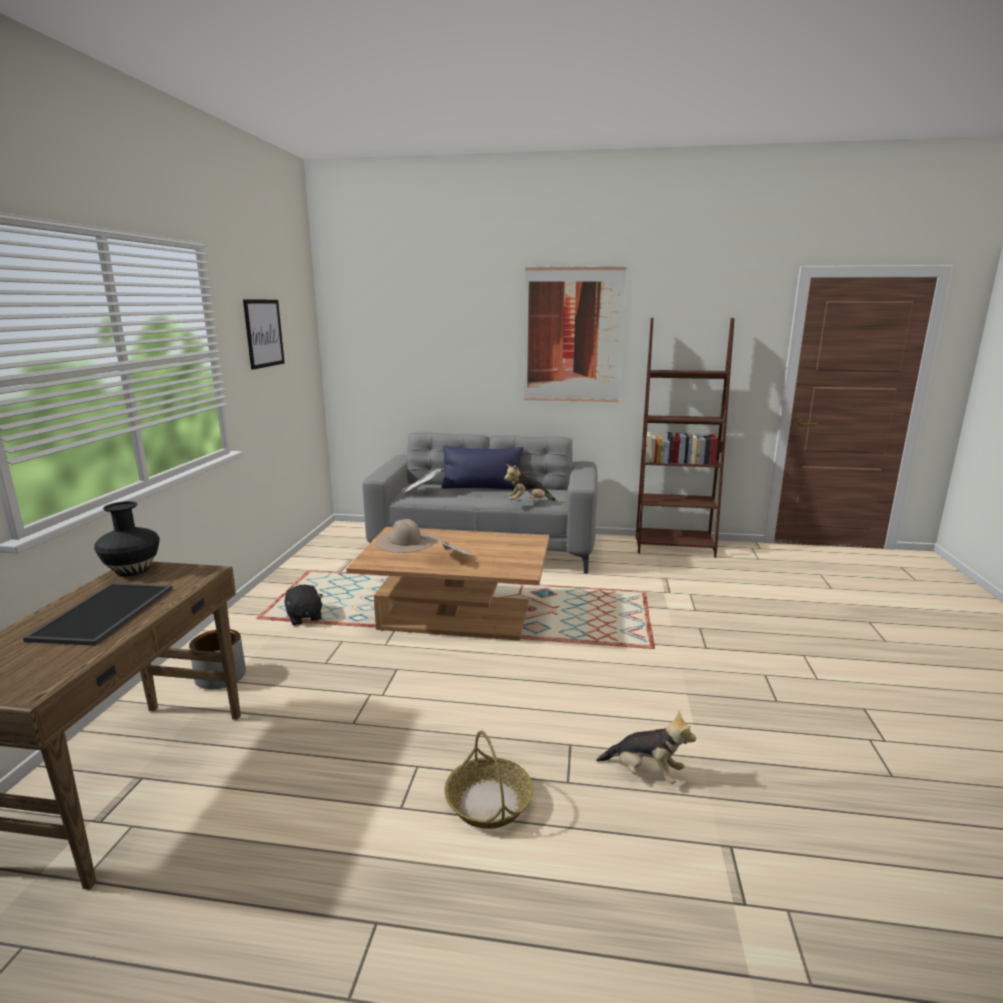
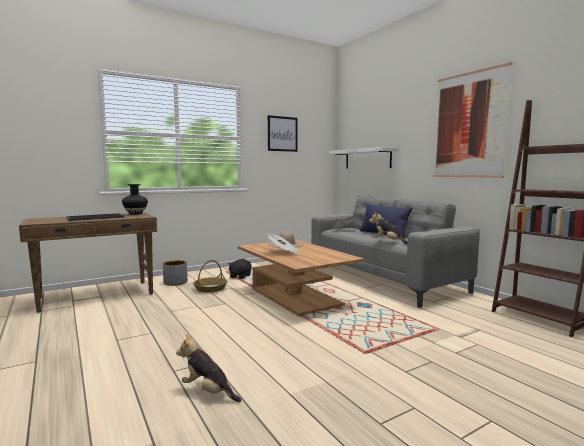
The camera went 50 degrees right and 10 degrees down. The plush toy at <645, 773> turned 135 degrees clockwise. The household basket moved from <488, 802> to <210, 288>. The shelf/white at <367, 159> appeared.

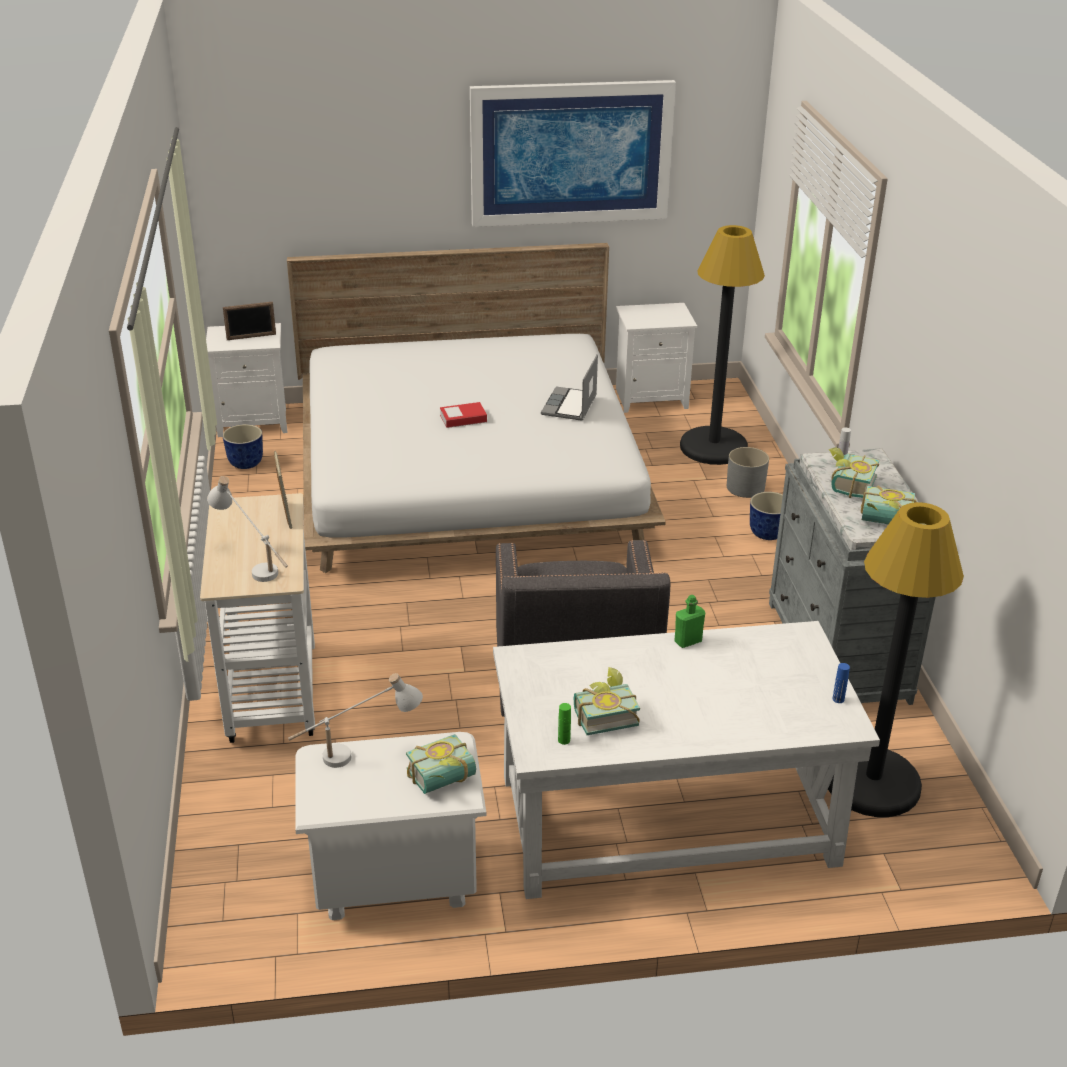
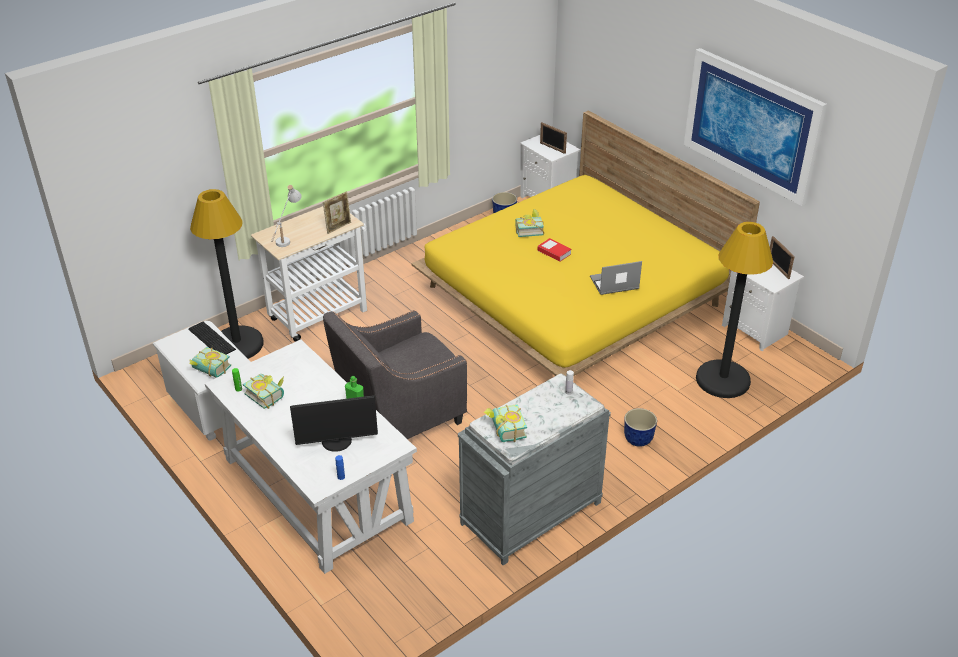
The camera went 60 degrees right and 5 degrees up. The table lamp/white at <358, 755> was replaced by the computer keyboard at <212, 338>. The standing lamp/blackish moved from <872, 783> to <237, 344>. The computer display at <337, 442> appeared. The bedroom bed/white at <469, 477> became the bedroom bed/yellow at <573, 295>. The book moved from <847, 485> to <528, 230>. The photo frame at <778, 268> appeared. The plant pot/greyish at <745, 487> disappeared.

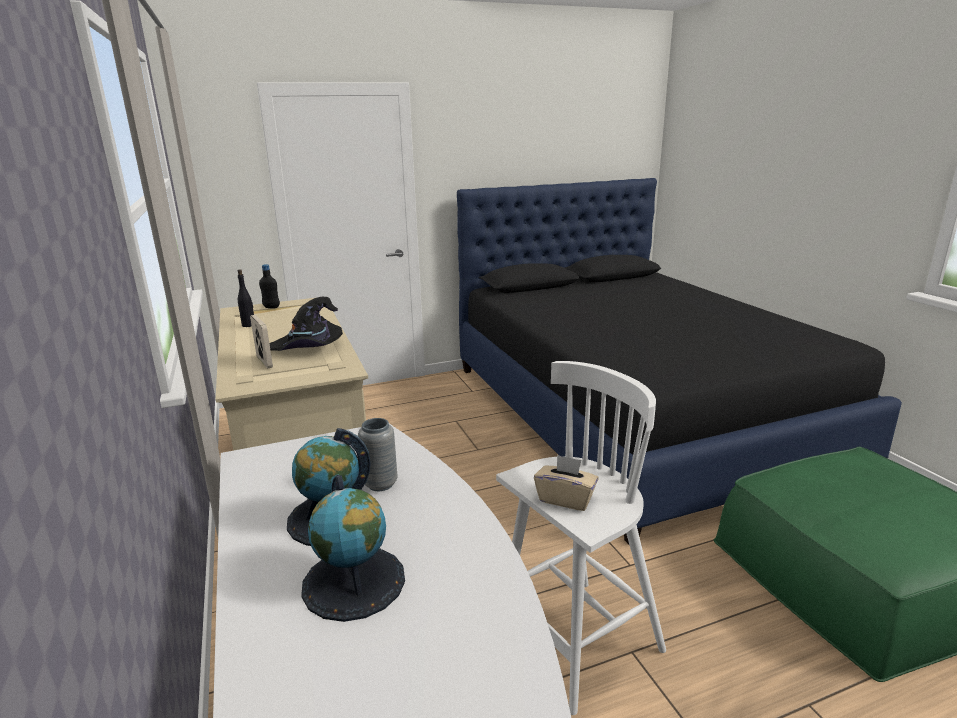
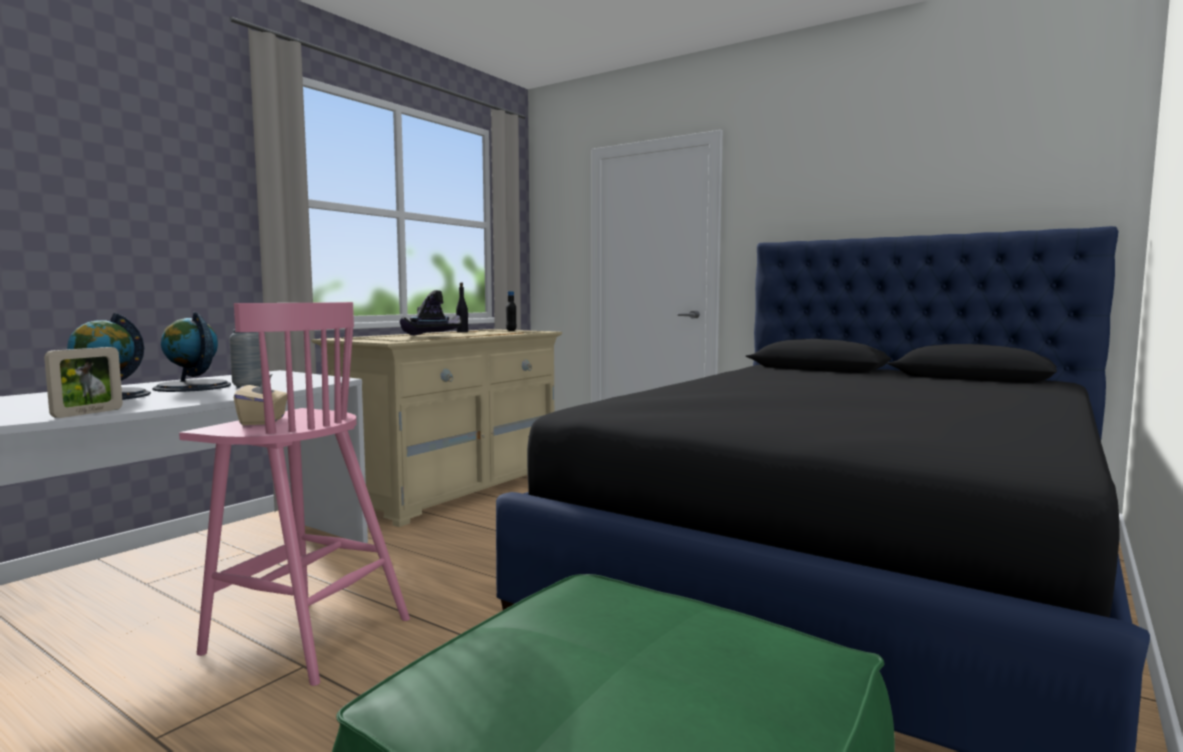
The camera went 55 degrees right and 15 degrees down. The photo frame moved from <264, 362> to <88, 413>. The stool/white at <575, 644> became the stool/pink at <302, 634>.

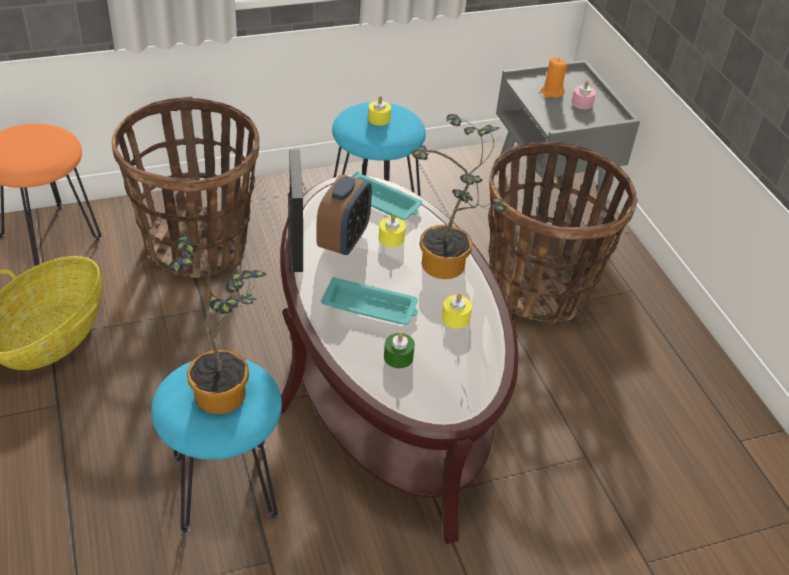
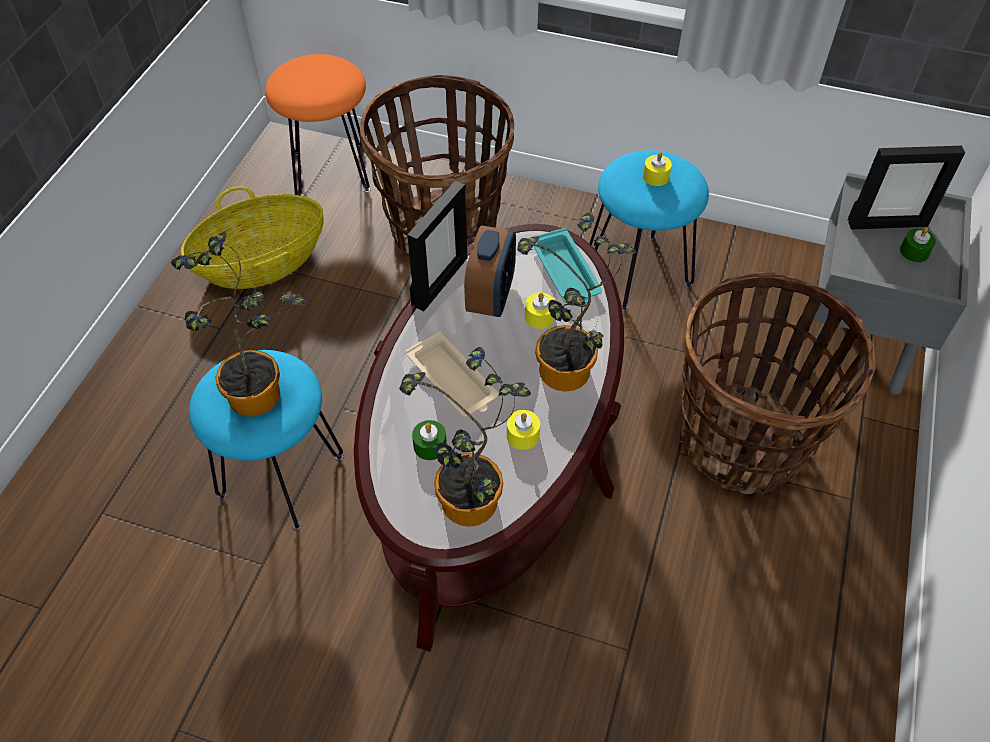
The camera went 40 degrees right and 10 degrees up. The plant in a pot at <470, 510> appeared. The tray/turquoise at <371, 307> became the tray/sand-coloured at <453, 380>. The table clock at <343, 241> turned 45 degrees counterclockwise. The wax light/orange at <551, 92> was replaced by the photo frame at <887, 223>. The wax light/pink at <582, 103> became the wax light/green-coloured at <914, 251>.

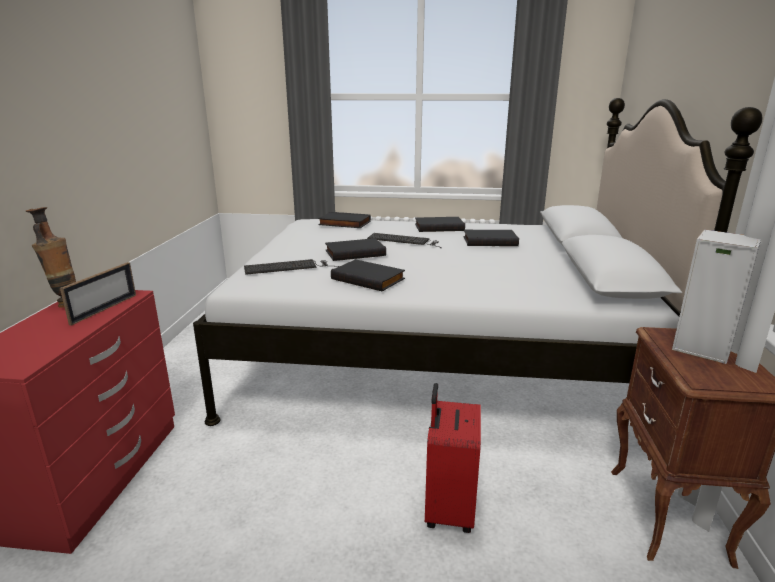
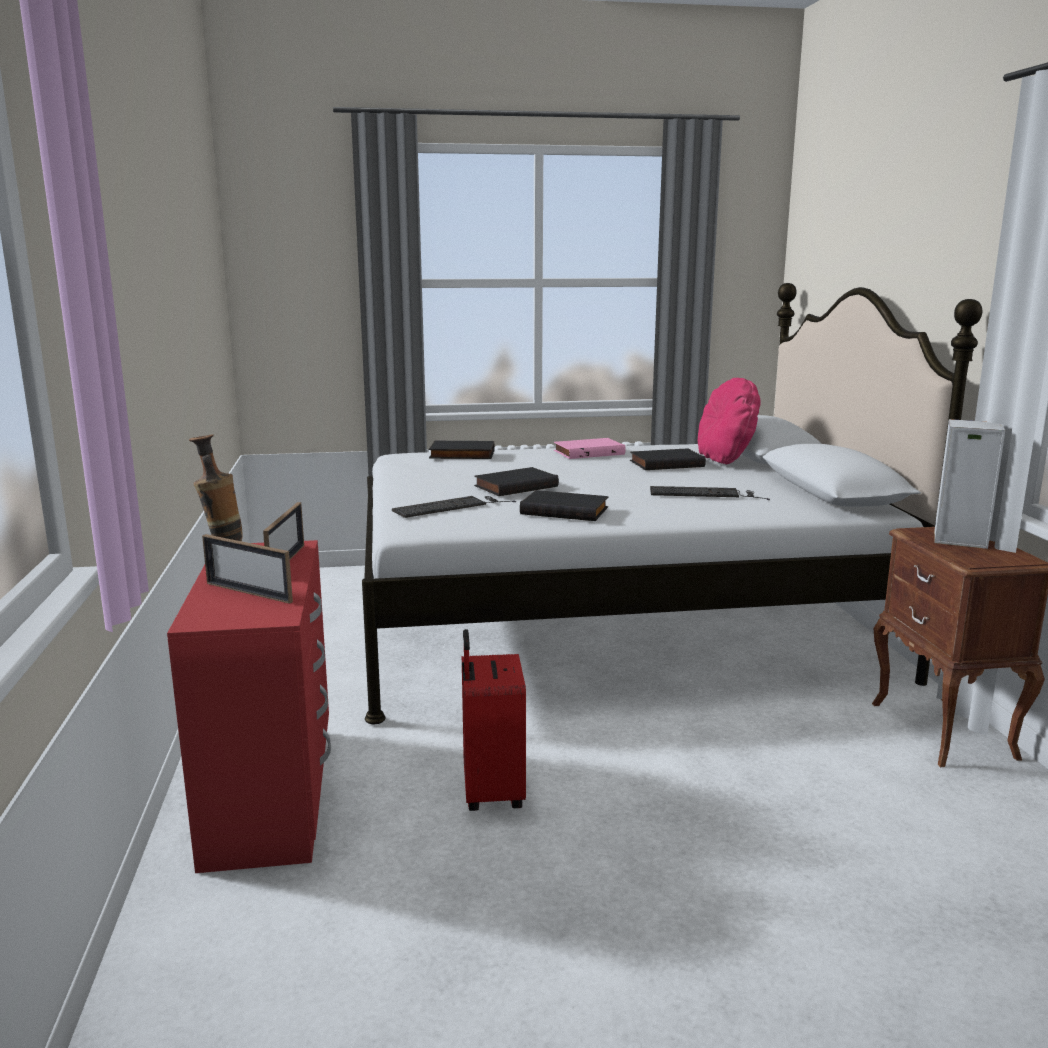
The camera went 15 degrees left and 5 degrees down. The photo frame at <248, 592> appeared. The piece of luggage/red moved from <448, 509> to <490, 792>. The book/blackish at <439, 227> became the book/pink at <588, 452>. The computer keyboard moved from <405, 240> to <705, 493>. The pillow/pink at <725, 461> appeared.

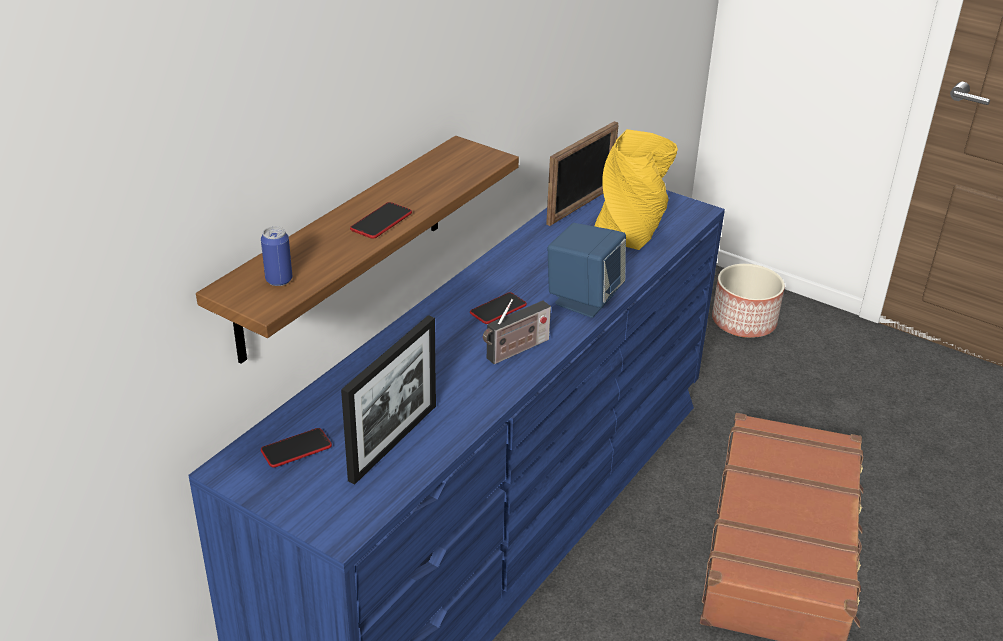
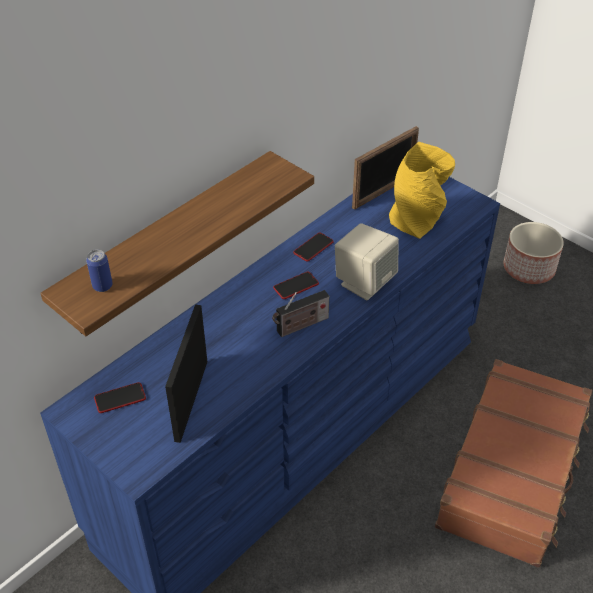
The camera went 10 degrees right and 10 degrees up. The photo frame at <393, 442> turned 150 degrees clockwise. The telephone moved from <381, 221> to <313, 247>. The speaker/bluish at <583, 299> became the speaker/sand-coloured at <364, 282>.

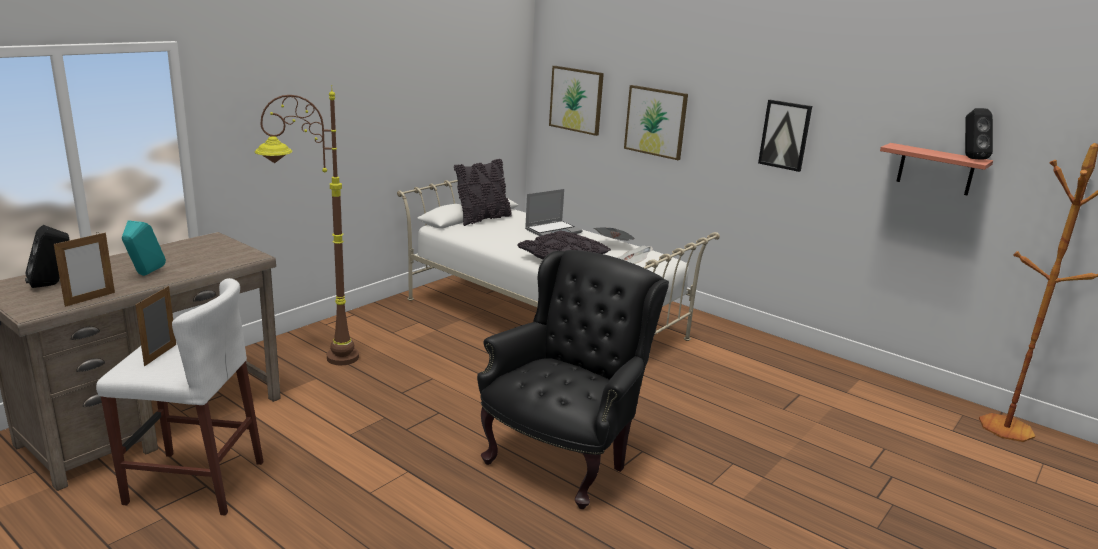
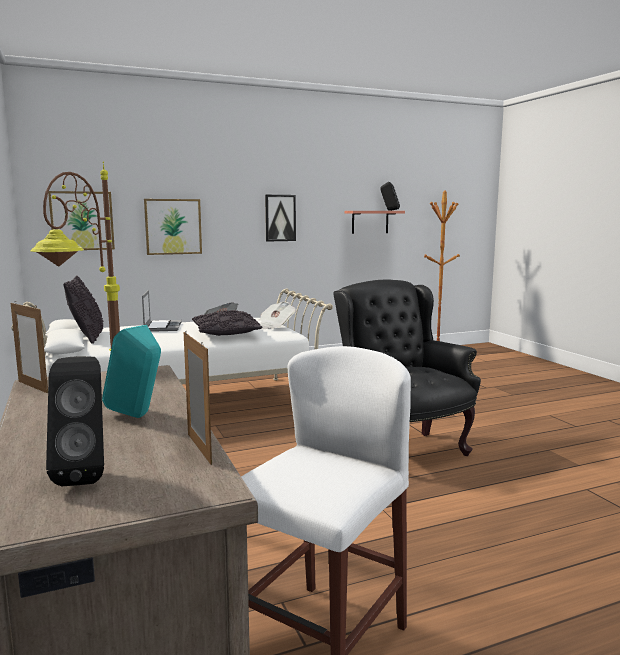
The camera went 60 degrees left and 10 degrees down. The photo frame moved from <160, 355> to <33, 387>.

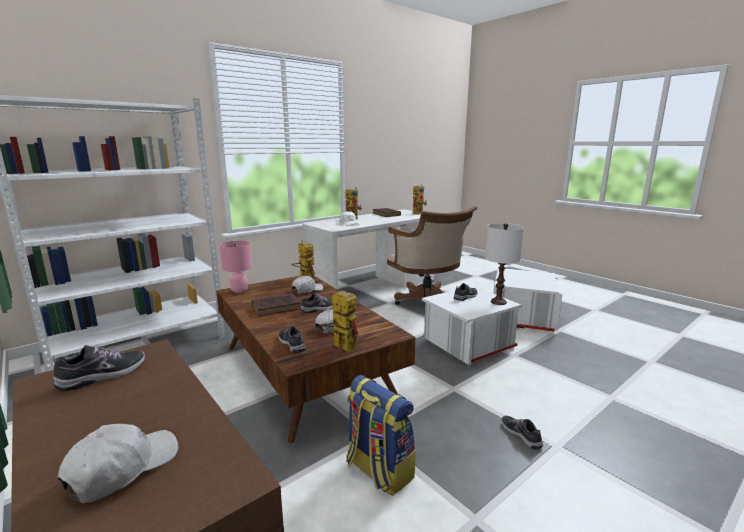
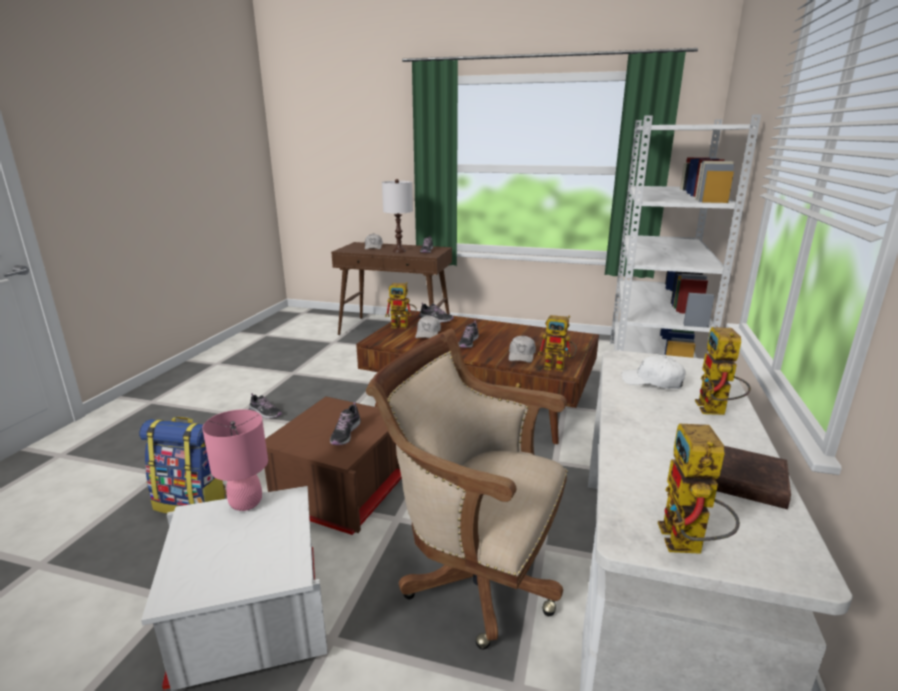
The camera went 145 degrees right and 5 degrees up. The knapsack moved from <378, 470> to <192, 502>. The table lamp/pink moved from <238, 291> to <248, 504>. The storage box/white at <467, 344> became the storage box/brown-coloured at <341, 491>. The table lamp/white moved from <498, 302> to <399, 251>. The book/brown-coloured at <277, 307> disappeared.

